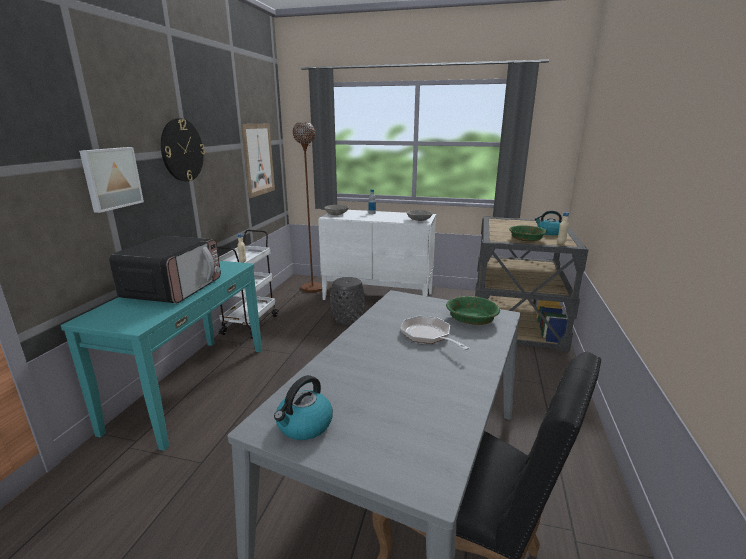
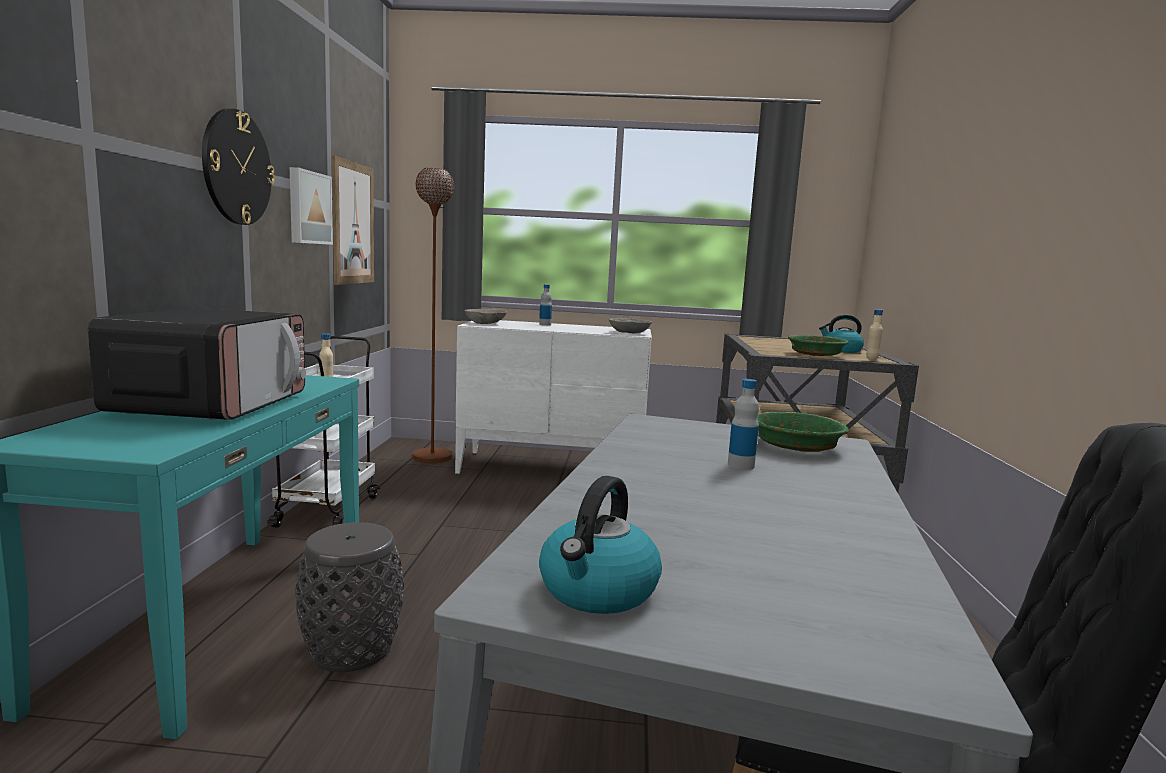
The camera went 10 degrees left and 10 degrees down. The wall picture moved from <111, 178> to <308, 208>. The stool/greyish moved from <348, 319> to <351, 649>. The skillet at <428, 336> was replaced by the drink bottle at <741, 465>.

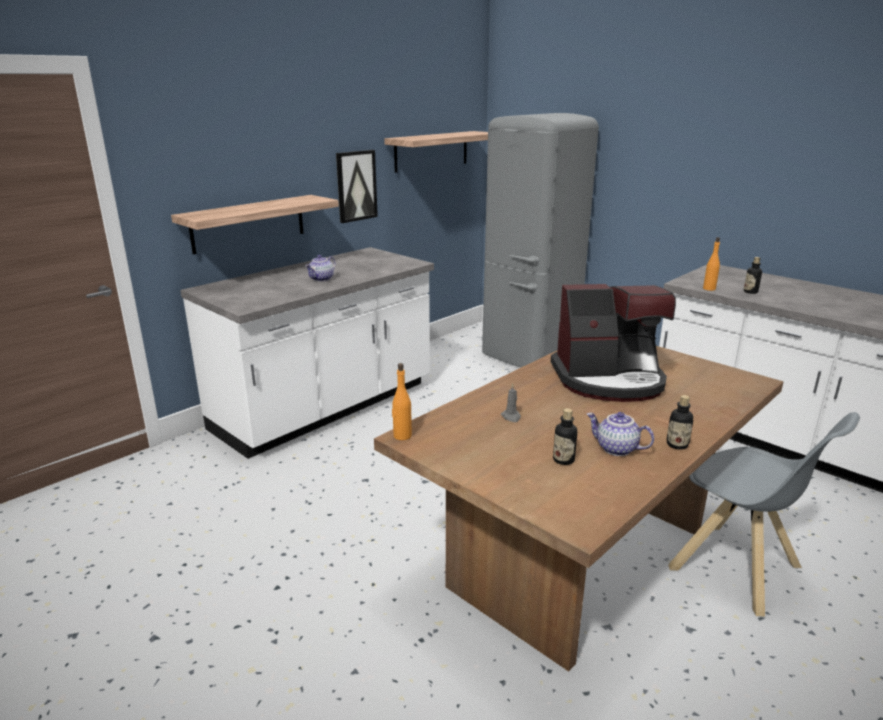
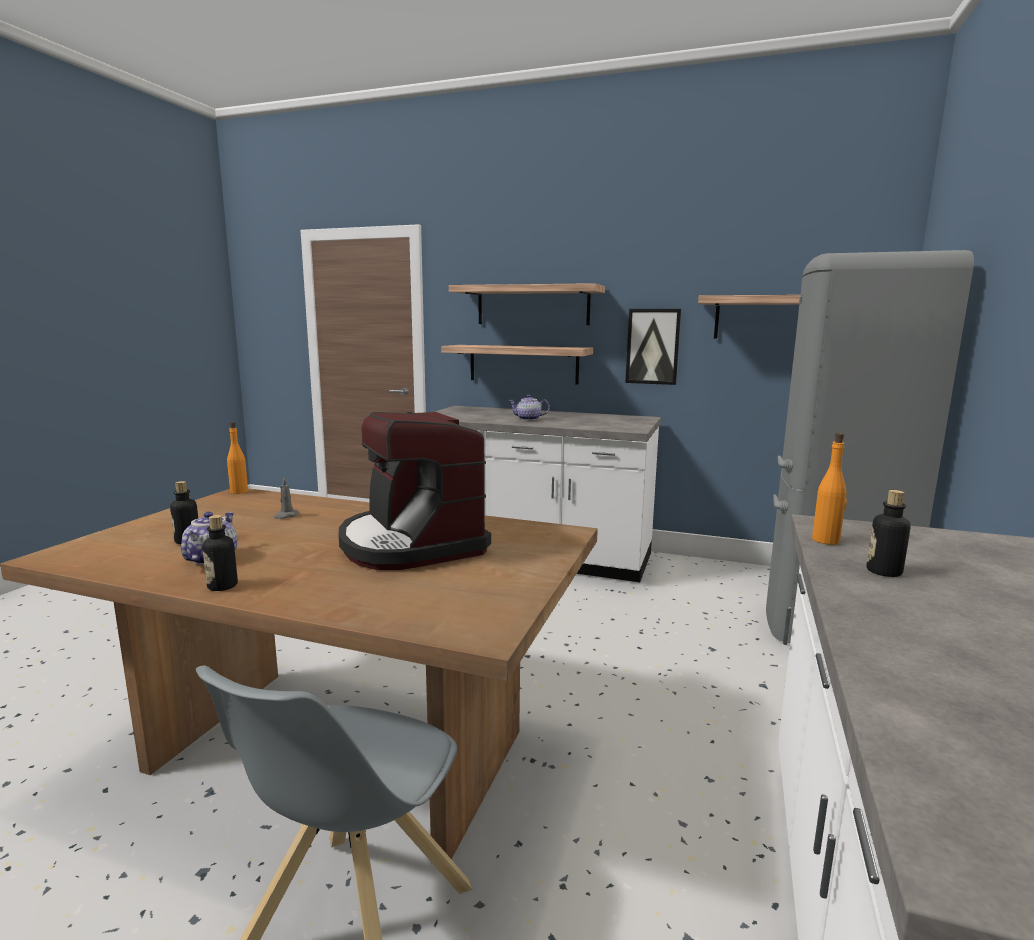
The camera went 65 degrees right and 10 degrees down. The shelf at <533, 305> appeared.

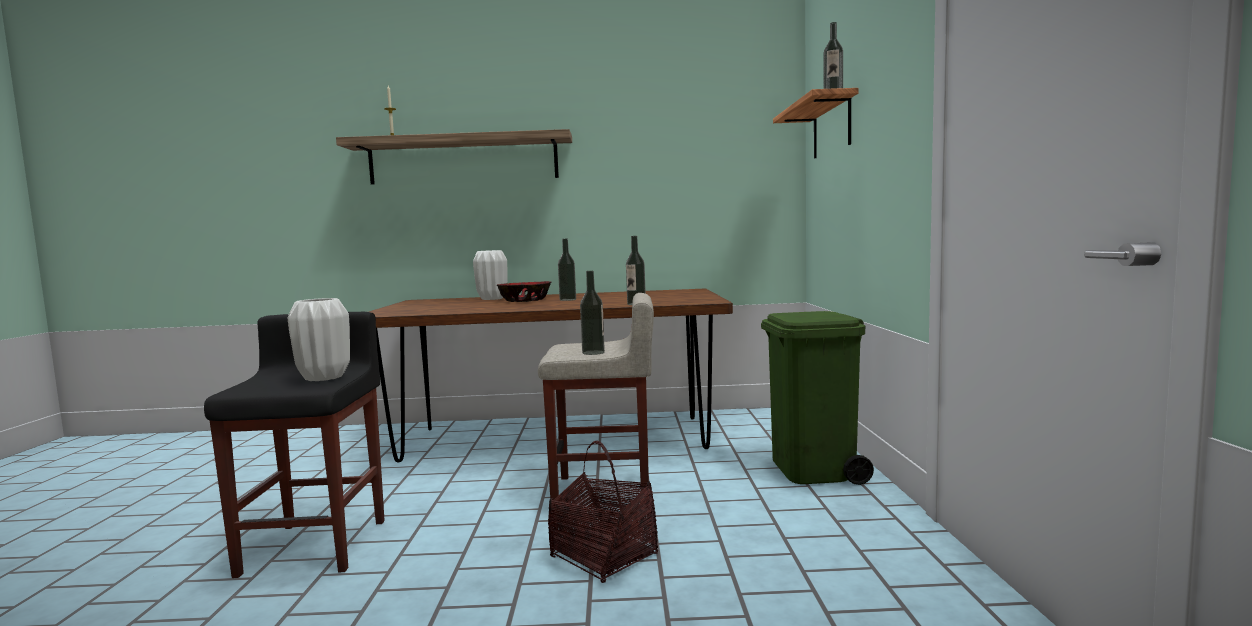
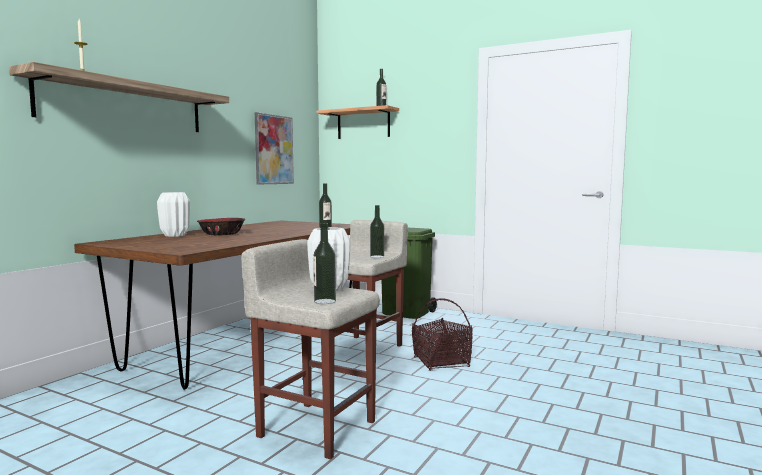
The camera went 60 degrees left and 0 degrees up. The stool/blackish at <316, 545> became the stool/sand-coloured at <315, 428>. The wall picture at <273, 149> appeared. The drink bottle moved from <567, 300> to <325, 301>.

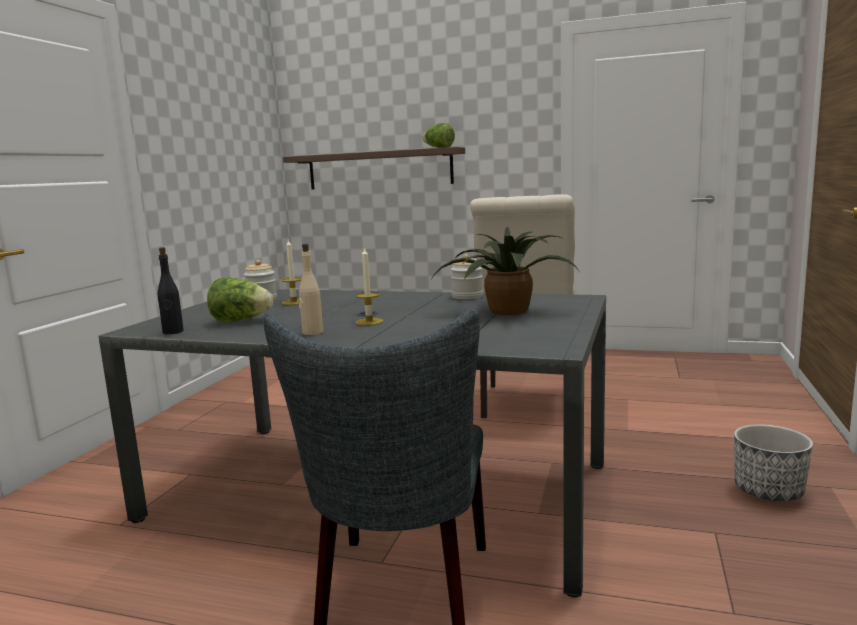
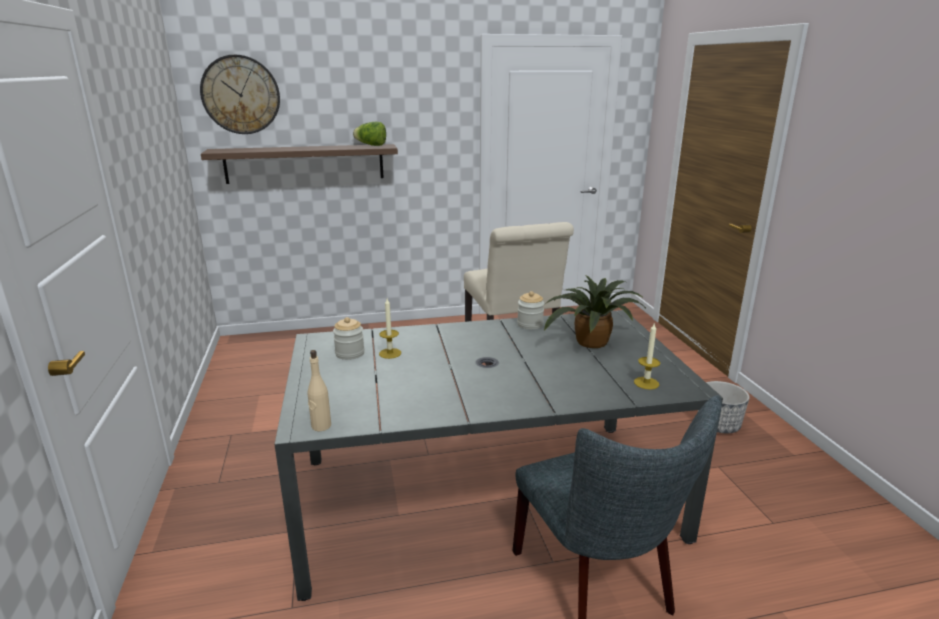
The camera went 30 degrees left and 10 degrees up. The clock on the wall at <241, 95> appeared. The drink bottle/sand-coloured moved from <312, 332> to <321, 426>. The wax light moved from <369, 322> to <646, 383>. The drink bottle/blackish at <173, 332> disappeared. The lettuce head at <241, 321> disappeared.

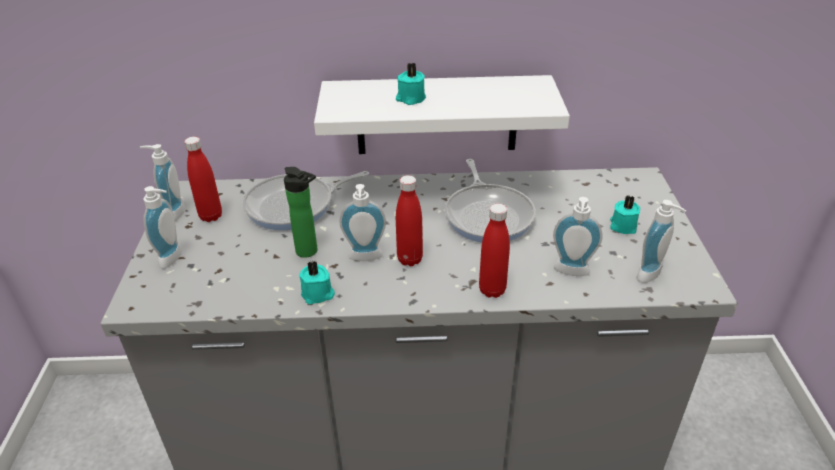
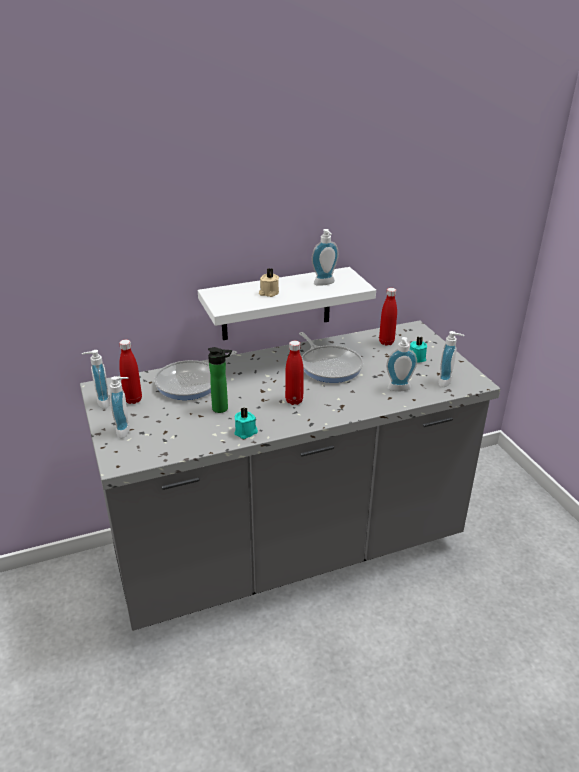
The camera went 20 degrees left and 5 degrees down. The wax light/turquoise at <410, 99> became the wax light/sand-coloured at <269, 293>. The soap bottle moved from <365, 258> to <325, 284>. The drink bottle/red moved from <492, 290> to <386, 342>.

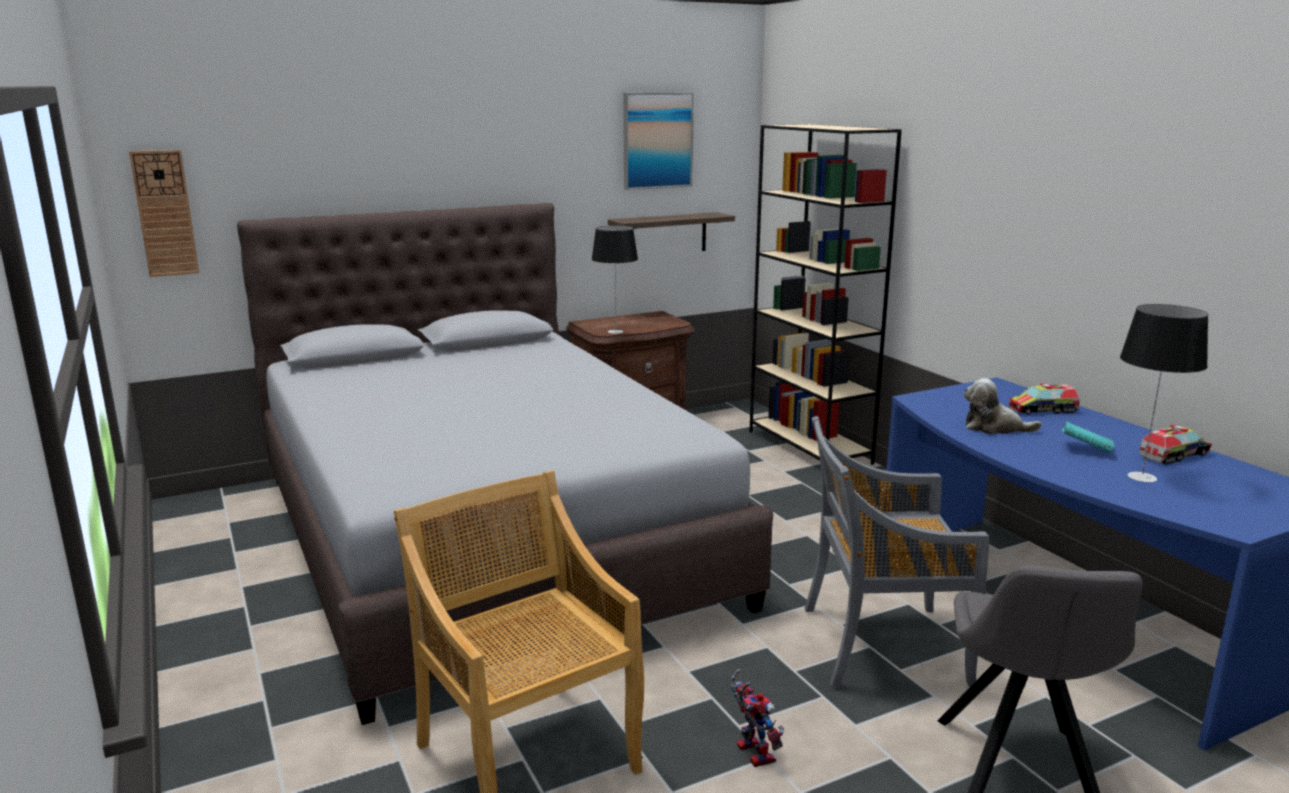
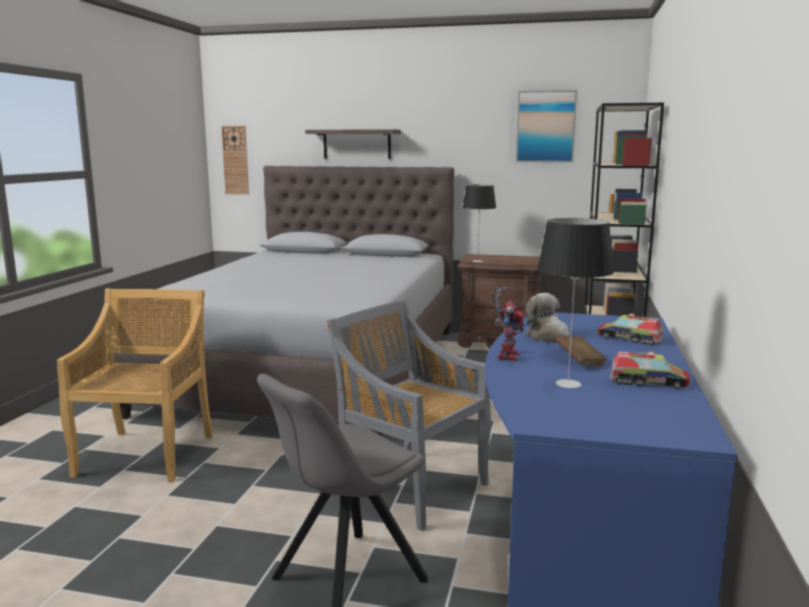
The camera went 40 degrees right and 5 degrees down. The shelf moved from <664, 235> to <357, 144>. The toy robot moved from <750, 751> to <506, 355>. The book/turquoise at <1085, 449> became the book/brown-coloured at <579, 362>.

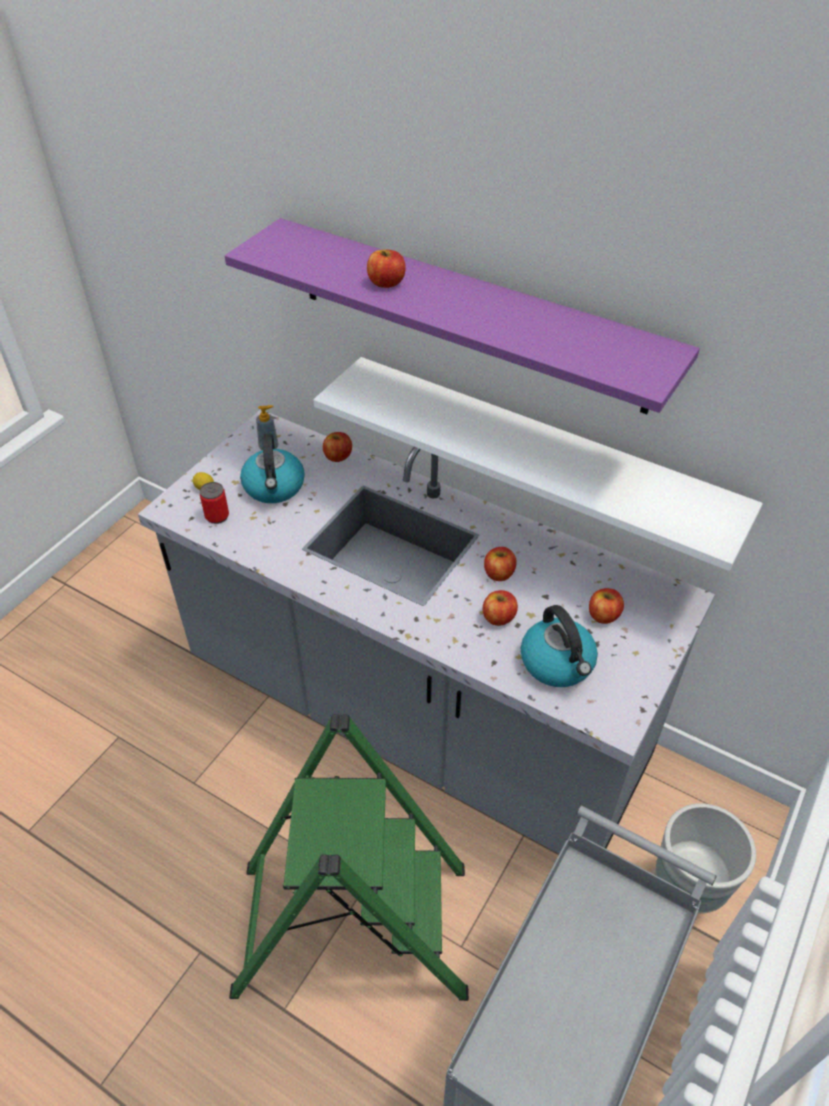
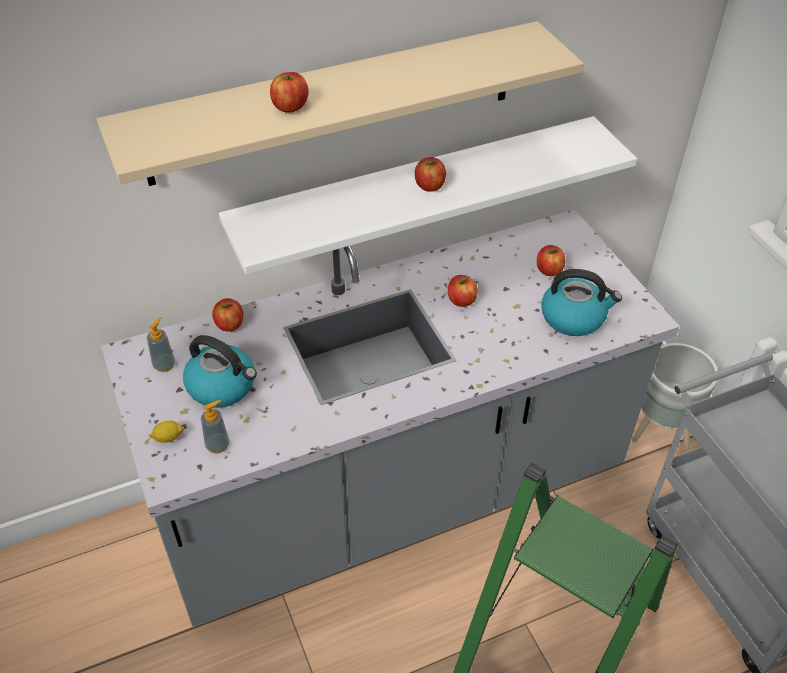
The camera went 55 degrees left and 0 degrees up. The shelf/purple at <468, 314> became the shelf/sand-coloured at <334, 103>. The sealed can at <217, 516> was replaced by the soap bottle at <217, 445>. The apple moved from <498, 617> to <429, 186>.

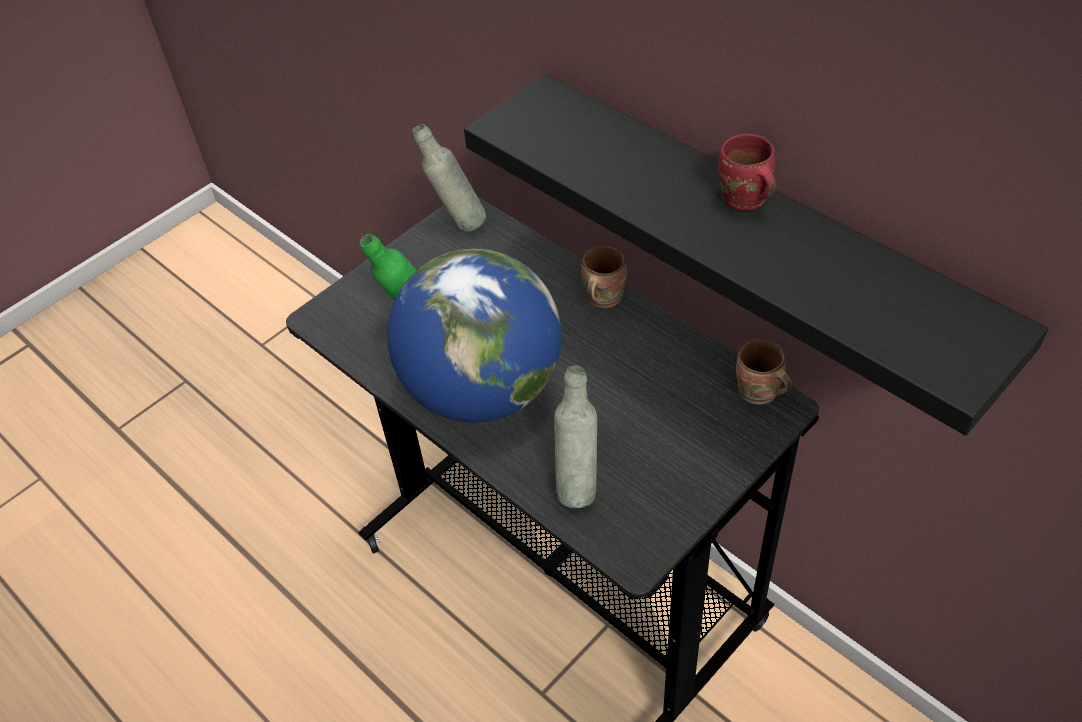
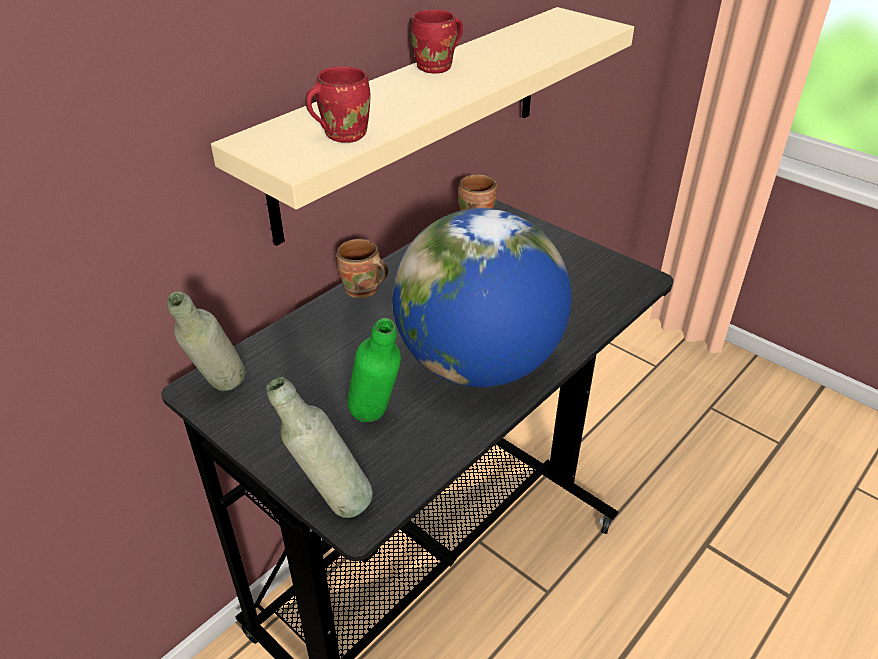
The camera went 95 degrees left and 10 degrees down. The shelf/blackish at <757, 237> became the shelf/sand-coloured at <416, 119>. The drink bottle/greyish moved from <577, 484> to <331, 505>. The tea mug/red at <342, 134> appeared.

